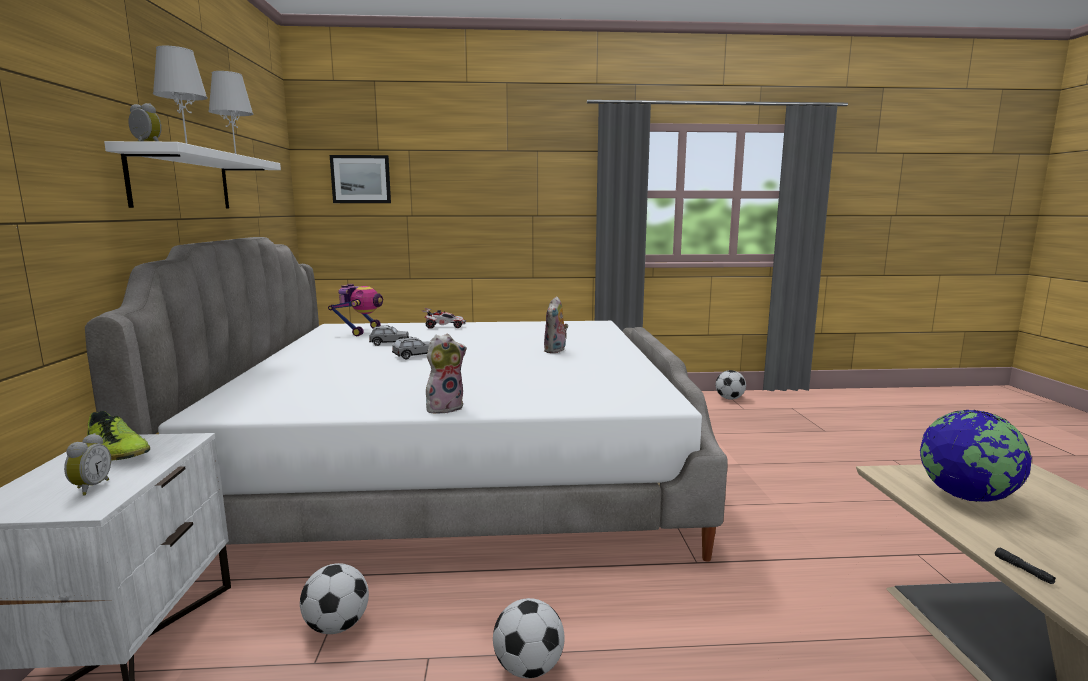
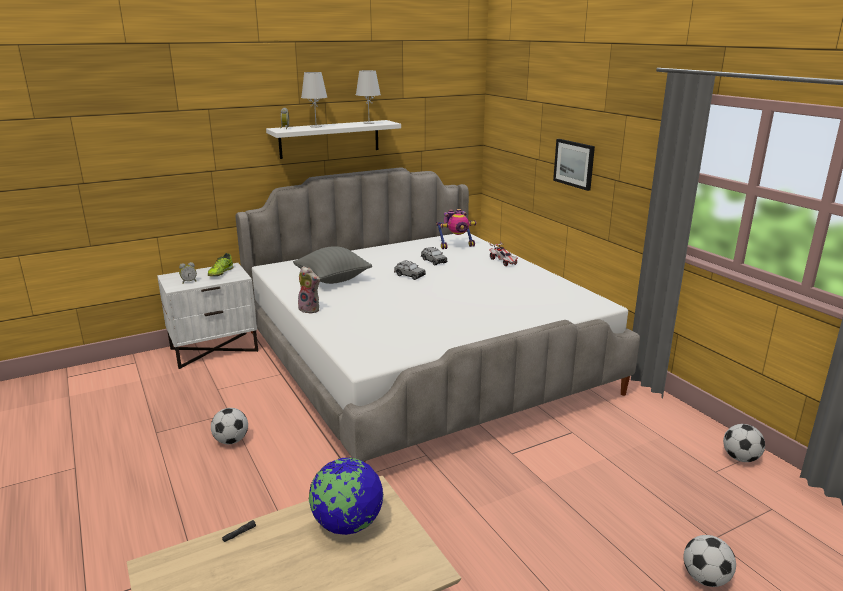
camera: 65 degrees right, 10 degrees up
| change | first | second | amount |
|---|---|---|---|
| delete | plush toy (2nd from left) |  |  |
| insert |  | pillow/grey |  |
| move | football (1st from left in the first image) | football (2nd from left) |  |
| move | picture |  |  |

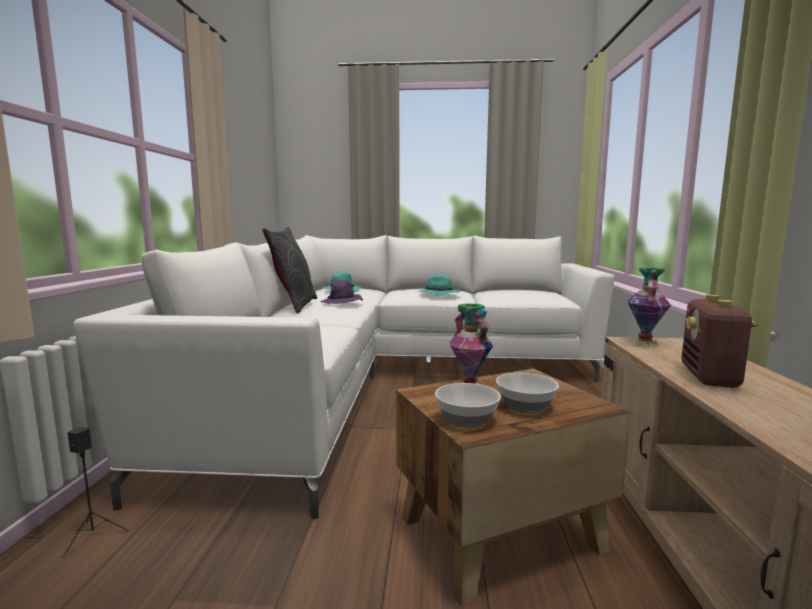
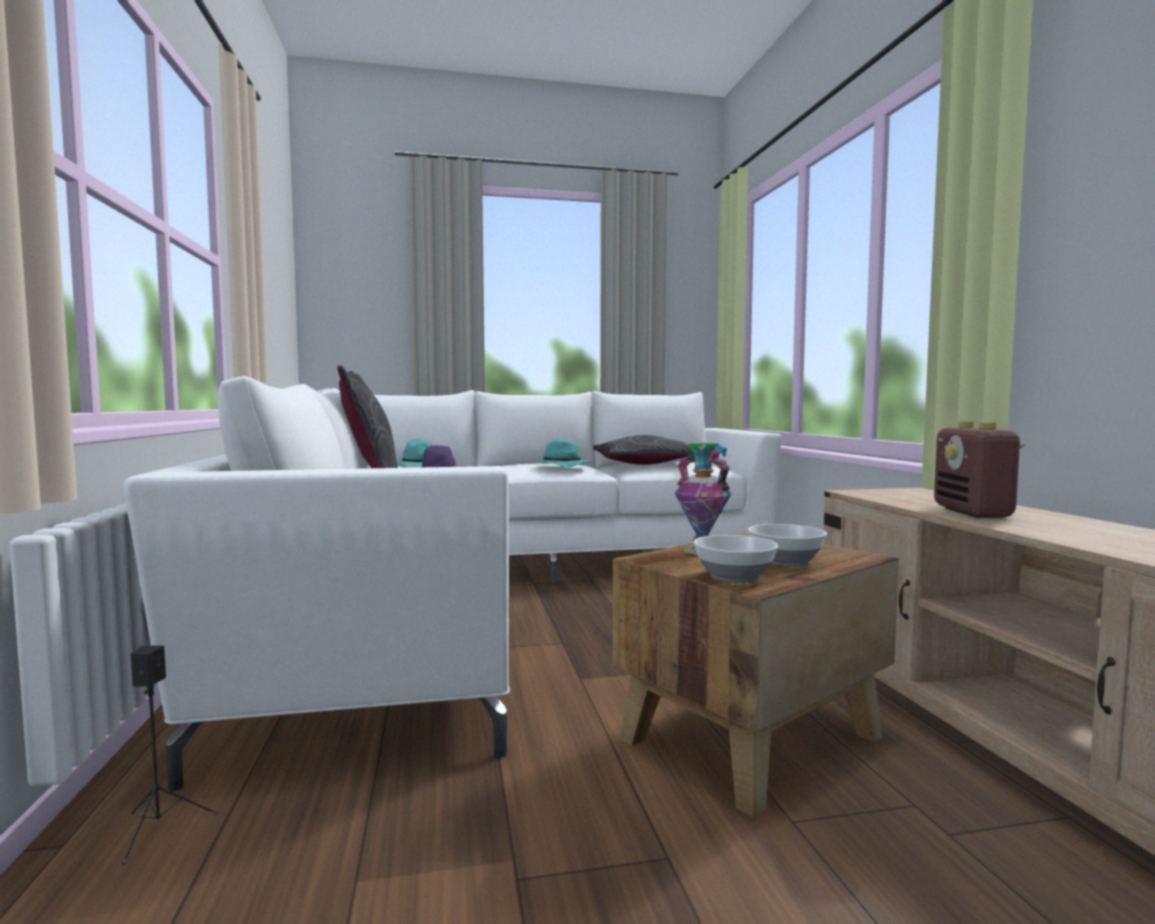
camera: 15 degrees left, 5 degrees down
| change | first | second | amount |
|---|---|---|---|
| delete | vase (2nd from left) |  |  |
| insert |  | pillow/grey (2nd from left) |  |

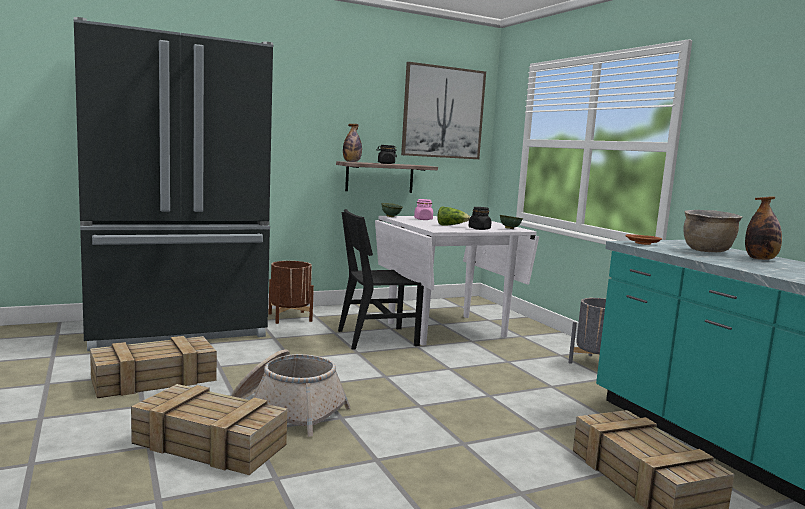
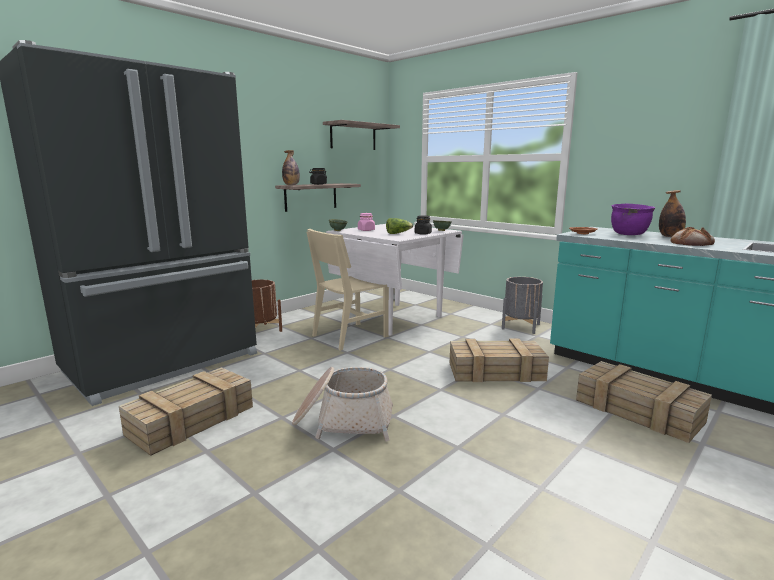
camera: 20 degrees left, 5 degrees up
| change | first | second | amount |
|---|---|---|---|
| insert |  | bread |  |
| move | crate (2nd from left) |  |  |
| replace | picture | shelf (2nd from left) |  |
| recolor | chair/black | chair/beige |  |
| recolor | cooking pot/brown | cooking pot/purple |  |

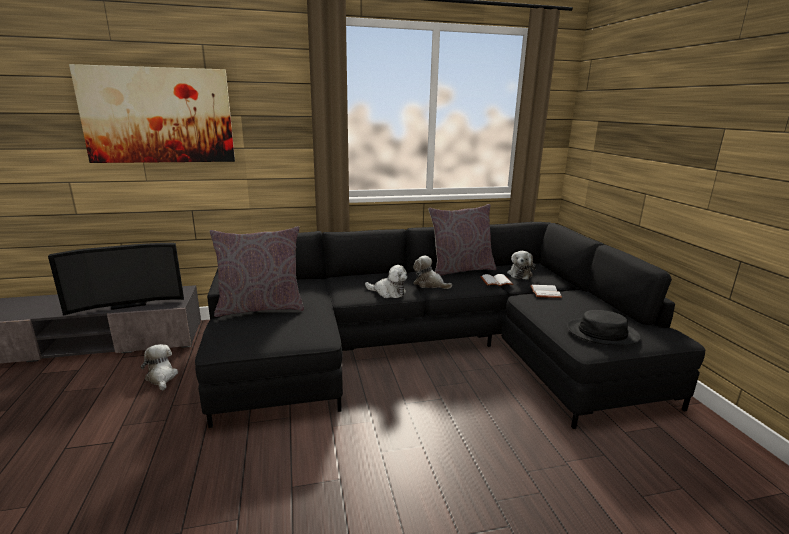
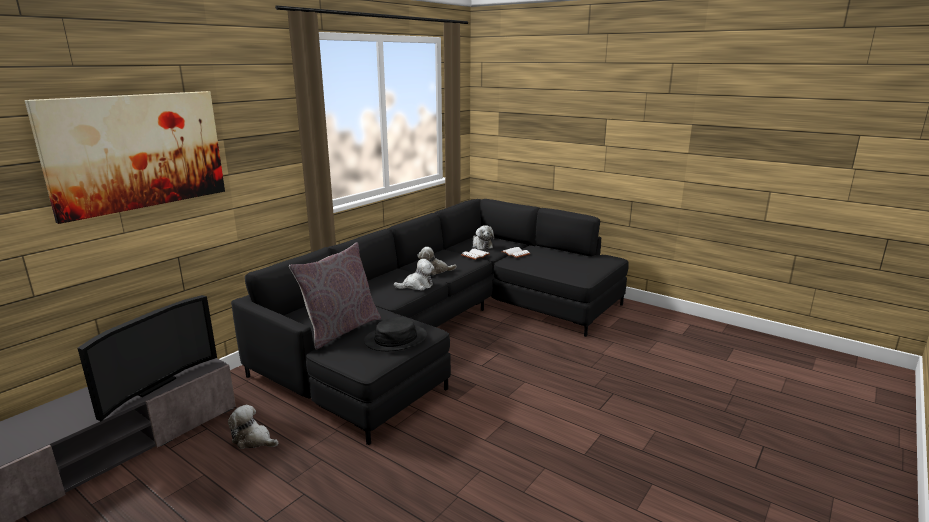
camera: 40 degrees left, 0 degrees up
| change | first | second | amount |
|---|---|---|---|
| delete | pillow/grey (2nd from left) |  |  |
| move | hat/black |  |  |

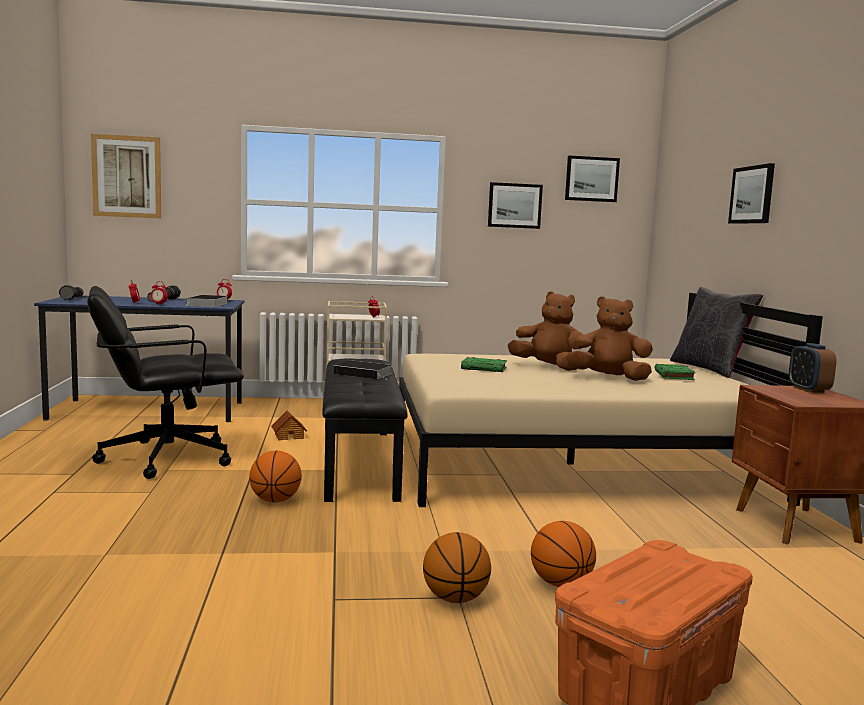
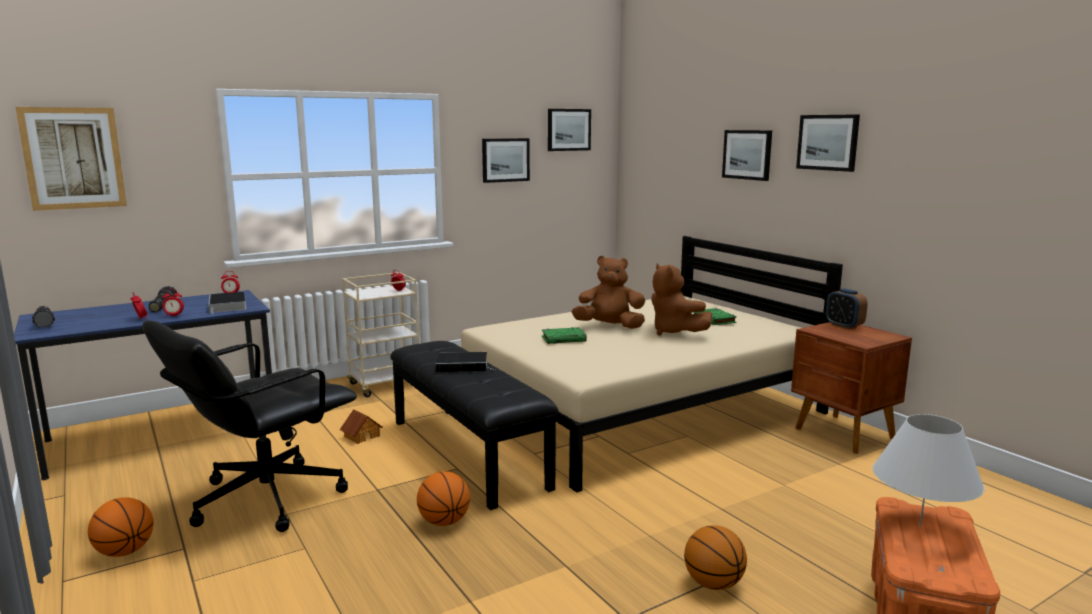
camera: 25 degrees left, 5 degrees up
| change | first | second | amount |
|---|---|---|---|
| delete | pillow/black |  |  |
| insert |  | picture (5th from left) |  |
| insert |  | table lamp/white |  |
| move | basketball (3rd from left in the first image) | basketball (1st from left) |  |
| rotate | plush toy/brown (2nd from left) |  | 105 degrees counterclockwise |

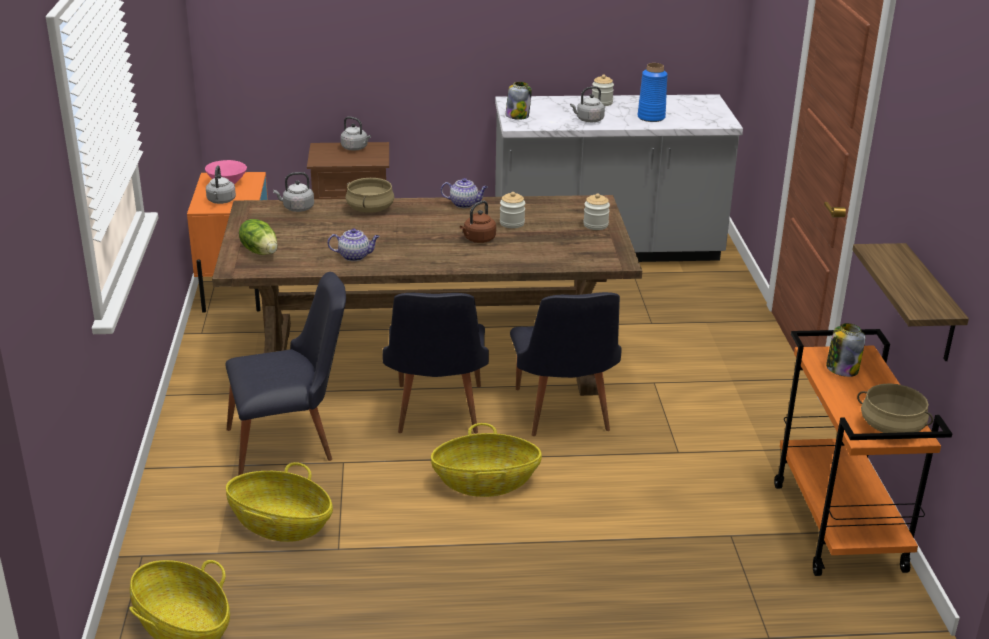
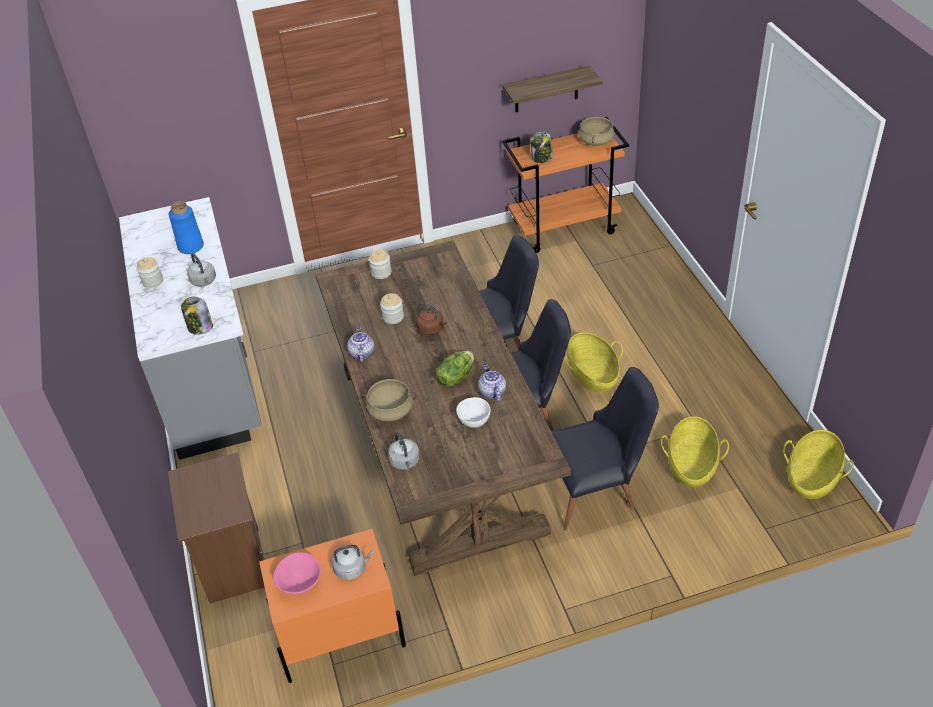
camera: 100 degrees left, 15 degrees up
| change | first | second | amount |
|---|---|---|---|
| delete | kettle/grey (3rd from left) |  |  |
| insert |  | bowl/white |  |
| move | lettuce |  |  |
| rotate | chair/black (1st from left in the first image) | chair/black (3rd from left) | 105 degrees clockwise |

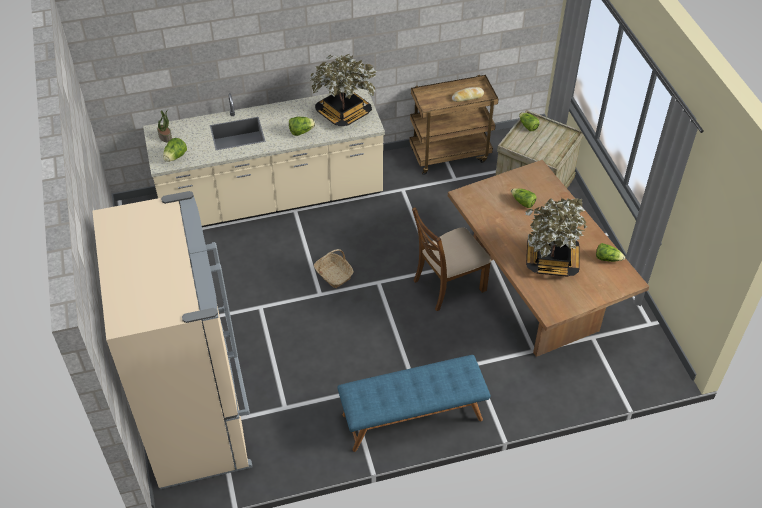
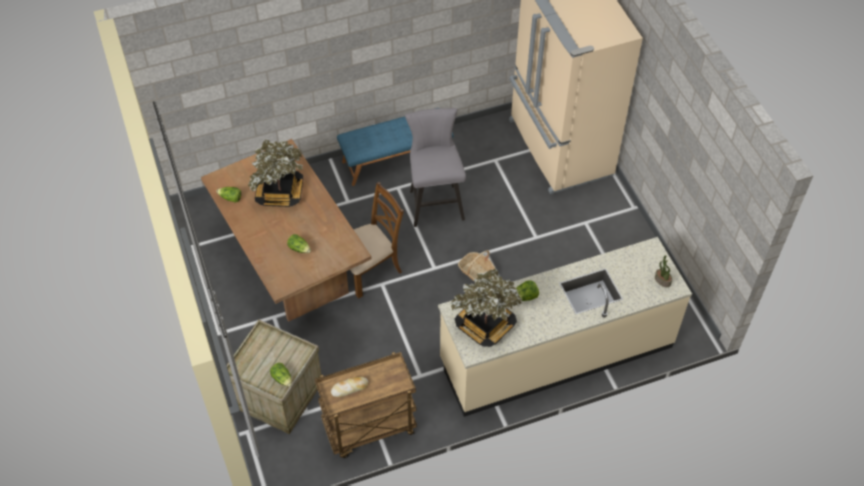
camera: 175 degrees right, 5 degrees up
| change | first | second | amount |
|---|---|---|---|
| delete | lettuce (1st from left) |  |  |
| insert |  | stool/grey |  |

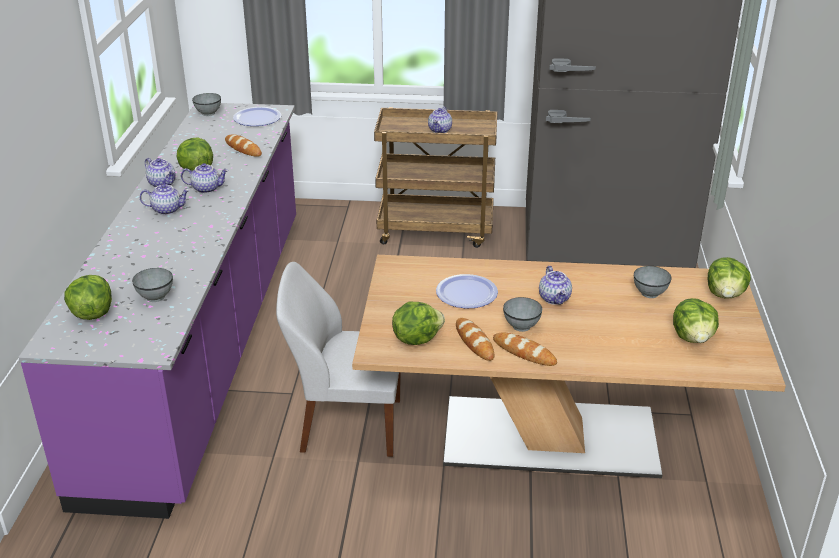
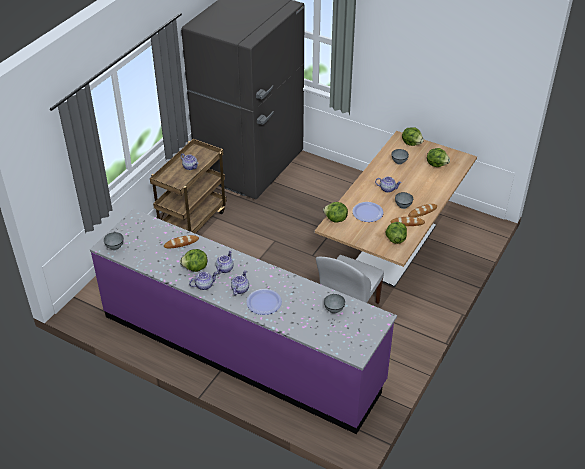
camera: 65 degrees left, 10 degrees up
| change | first | second | amount |
|---|---|---|---|
| move | lettuce (1st from left in the first image) | lettuce (2nd from left) |  |
| move | plate (1st from left) |  |  |

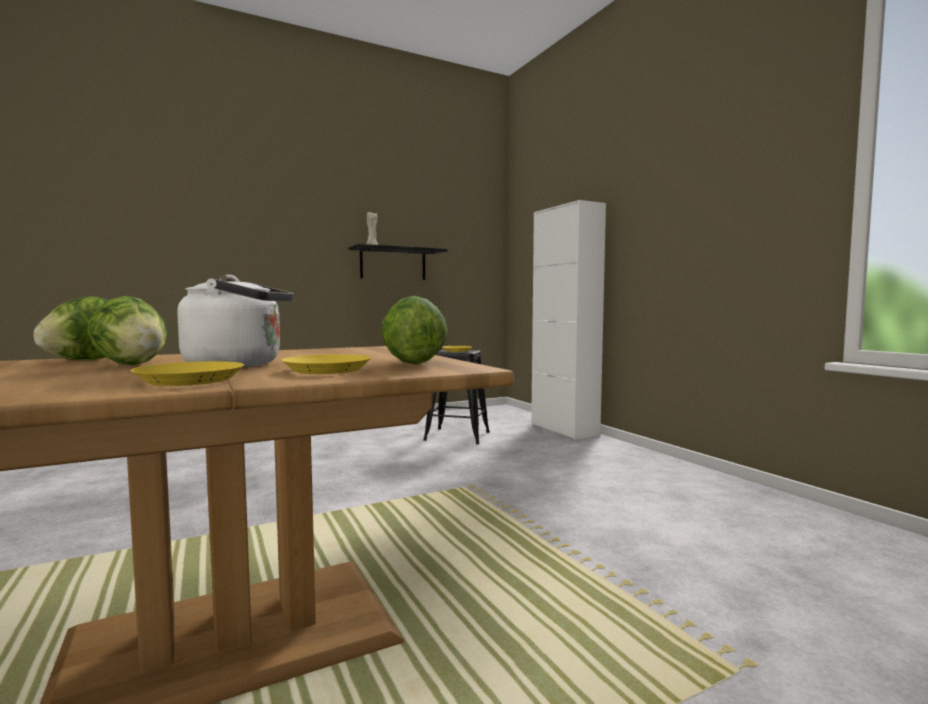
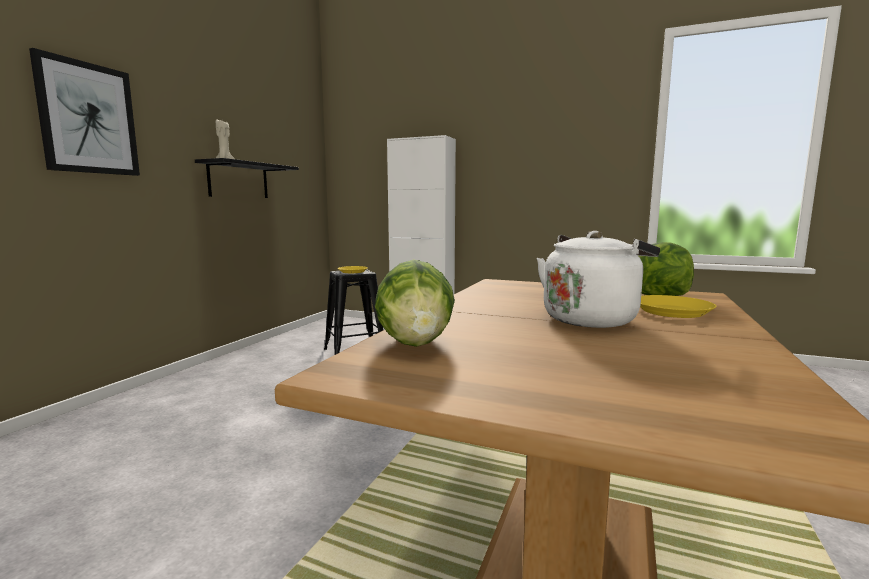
camera: 40 degrees left, 5 degrees up
| change | first | second | amount |
|---|---|---|---|
| delete | lettuce (2nd from left) |  |  |
| delete | plate/yellow (1st from left) |  |  |
| insert |  | picture |  |

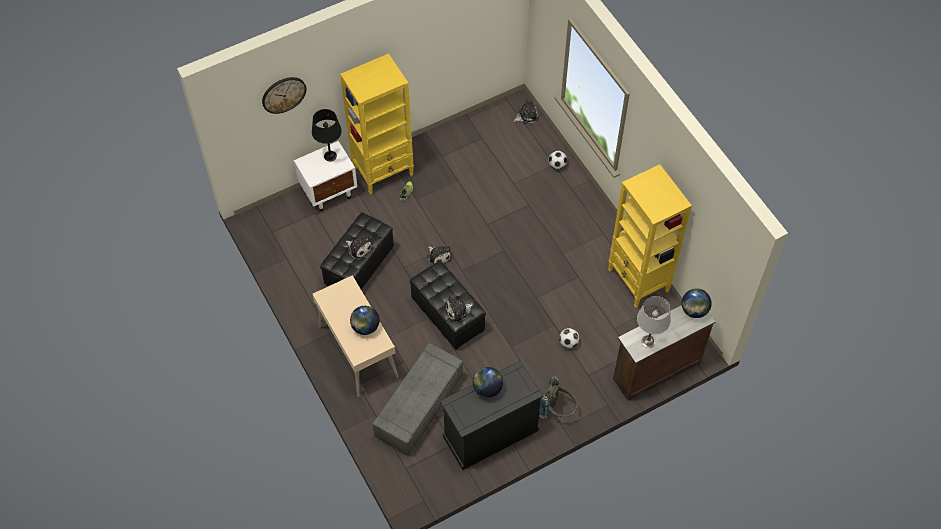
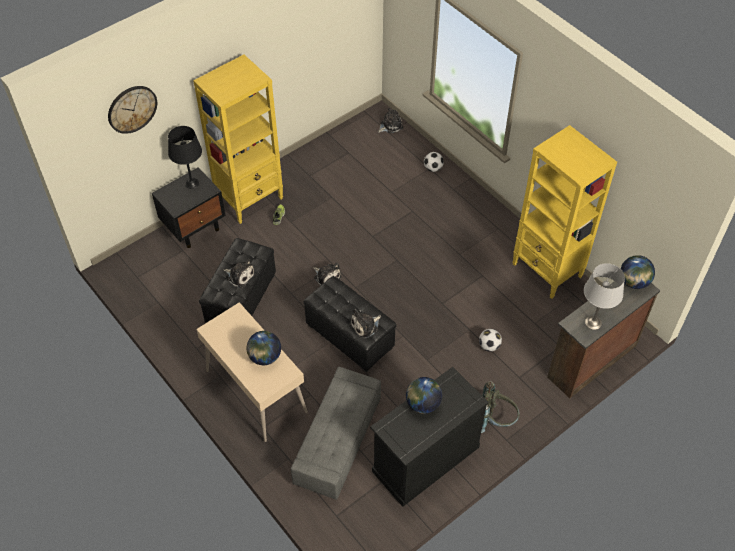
camera: 10 degrees left, 5 degrees down
| change | first | second | amount |
|---|---|---|---|
| recolor | nightstand/white | nightstand/black |  |

